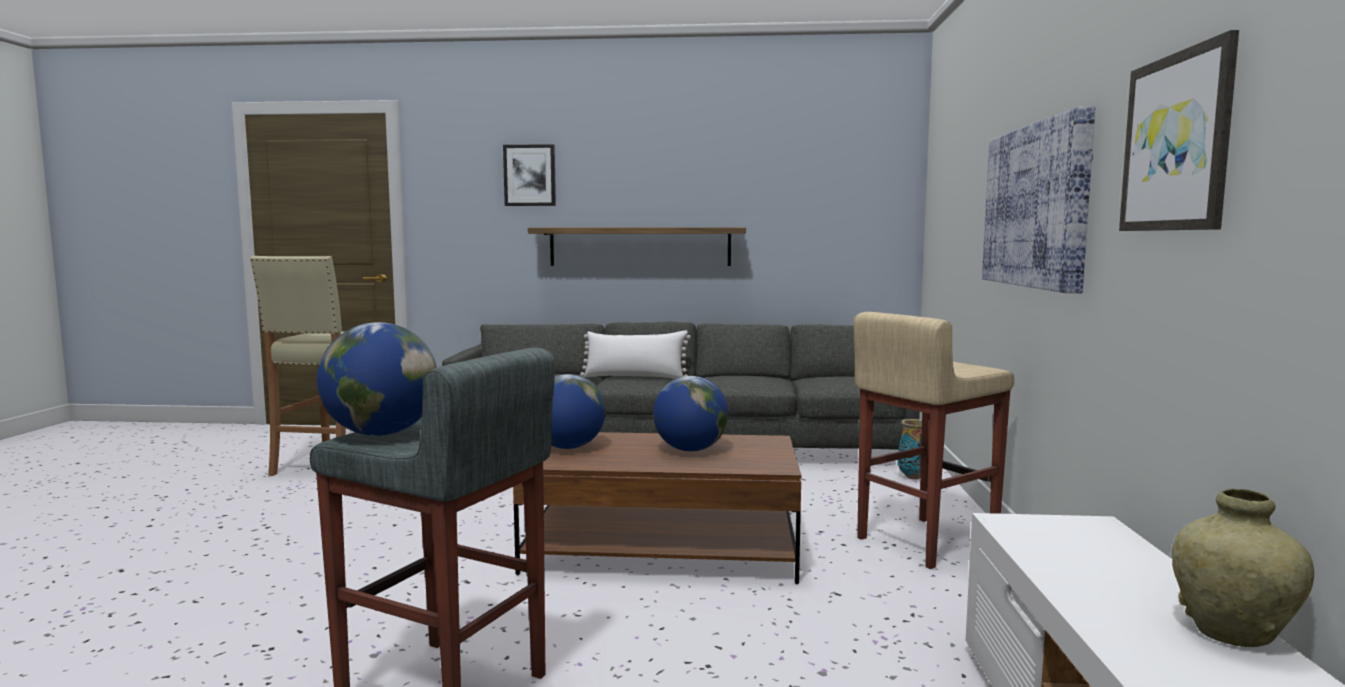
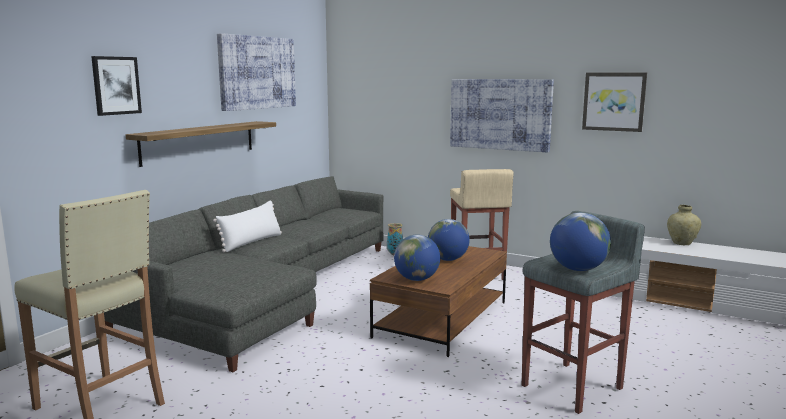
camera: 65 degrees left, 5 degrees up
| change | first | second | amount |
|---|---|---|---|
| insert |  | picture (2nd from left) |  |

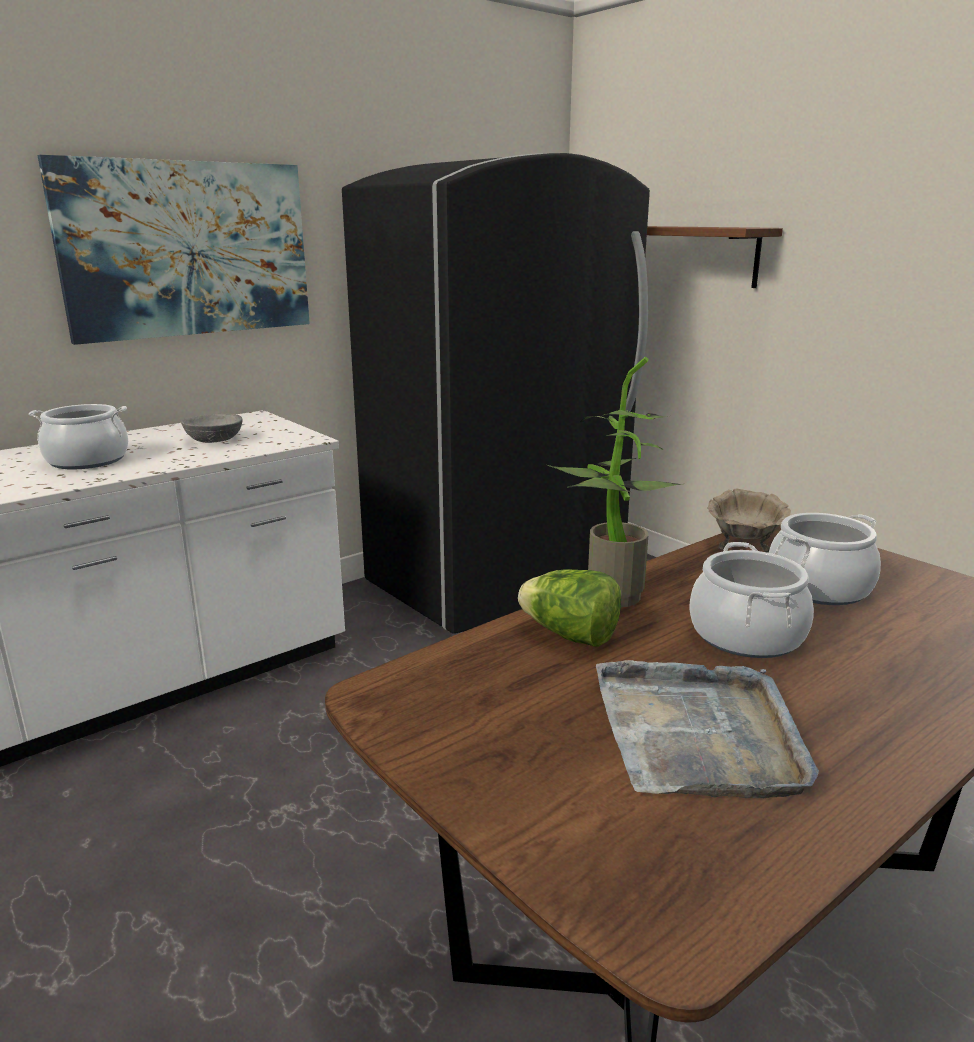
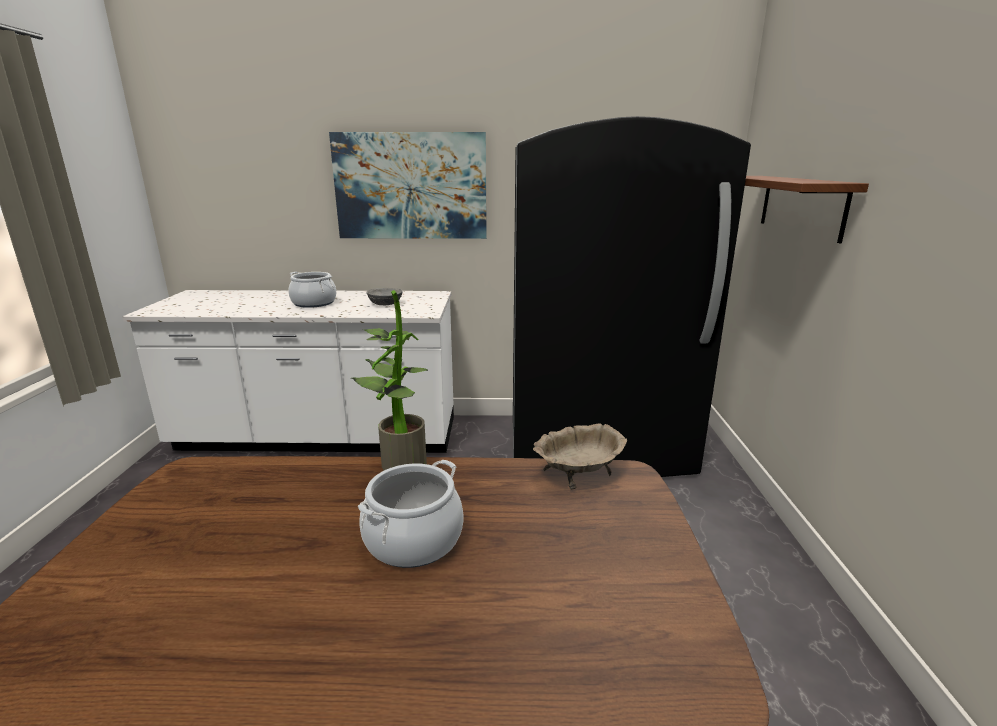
camera: 40 degrees right, 0 degrees up
| change | first | second | amount |
|---|---|---|---|
| delete | lettuce |  |  |
| delete | tray/grey |  |  |
| delete | cooking pot (3rd from left) |  |  |

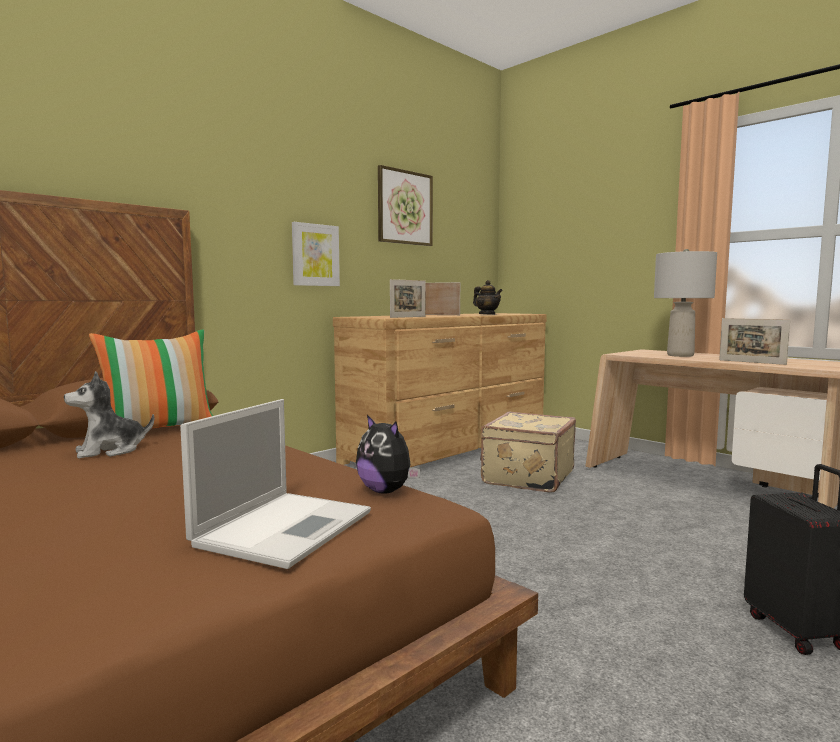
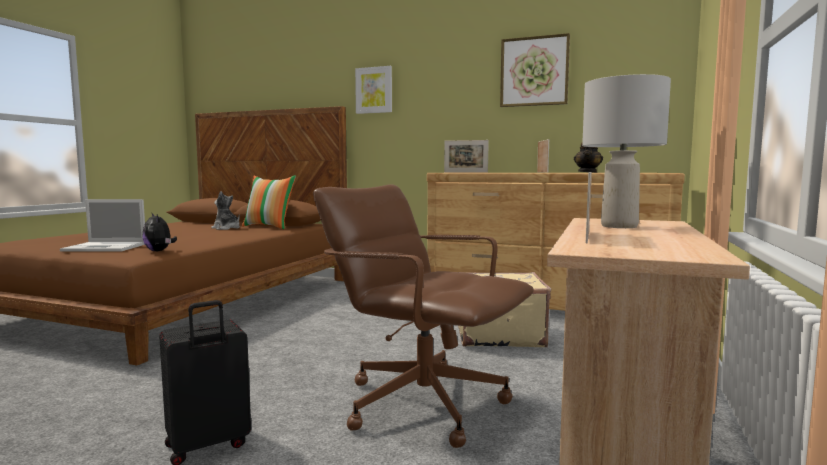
camera: 65 degrees right, 0 degrees up
| change | first | second | amount |
|---|---|---|---|
| insert |  | office chair/brown |  |
| move | picture (1st from left) |  |  |
| rotate | plush toy (2nd from left in the first image) | plush toy (1st from left) | 60 degrees counterclockwise |

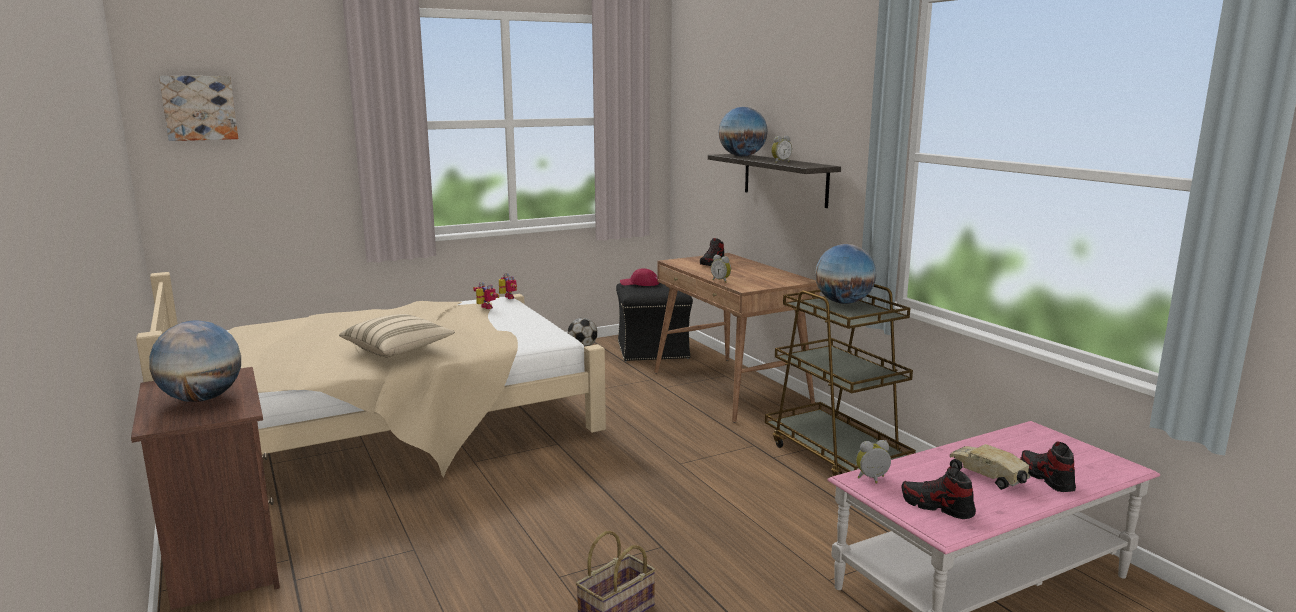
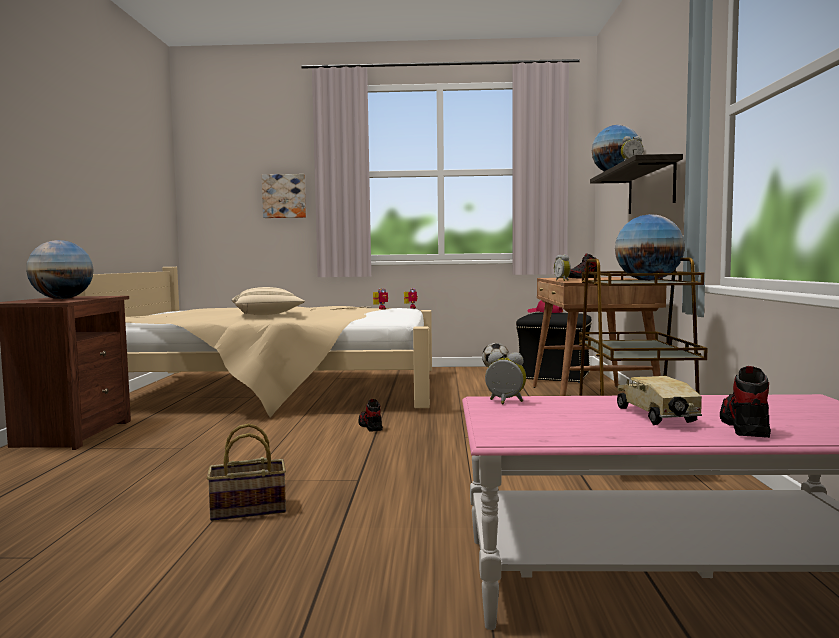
camera: 30 degrees right, 10 degrees down
| change | first | second | amount |
|---|---|---|---|
| move | picture |  |  |
| move | shoe (2nd from left in the first image) | shoe (1st from left) |  |

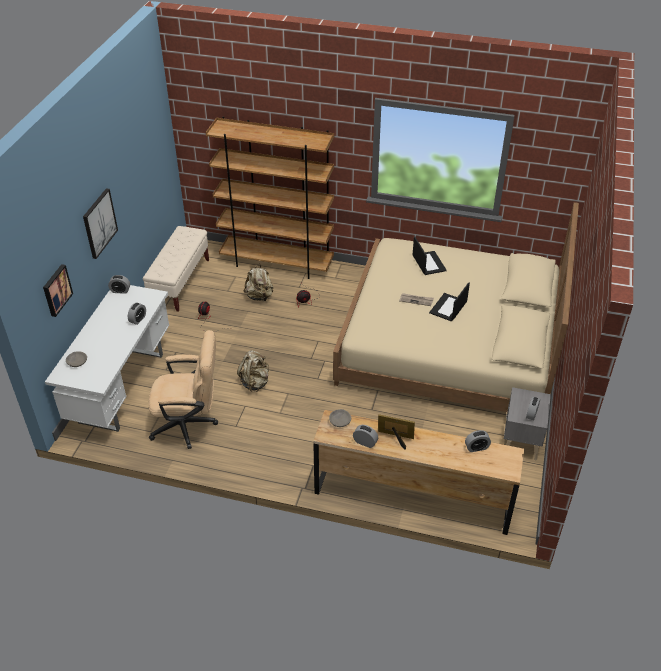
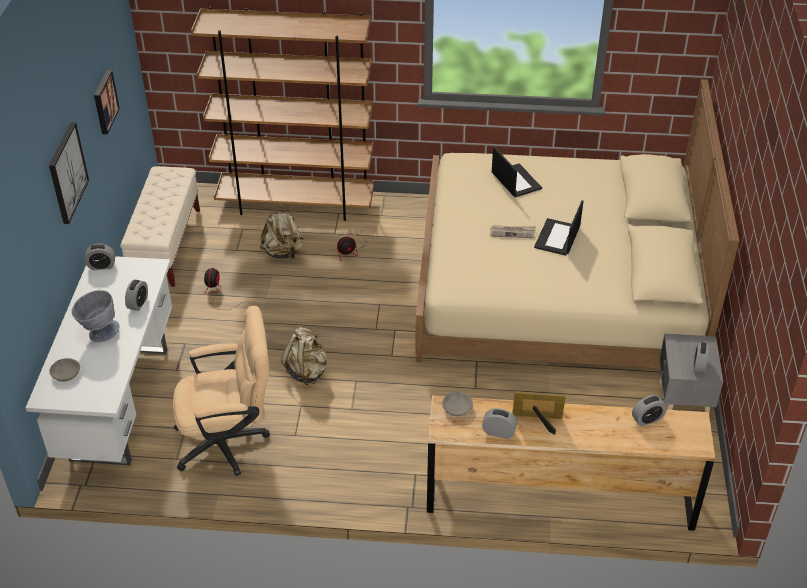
camera: 10 degrees left, 0 degrees up
| change | first | second | amount |
|---|---|---|---|
| insert |  | bowl/grey (2nd from left) |  |
| move | picture (1st from left in the first image) | picture (2nd from left) |  |

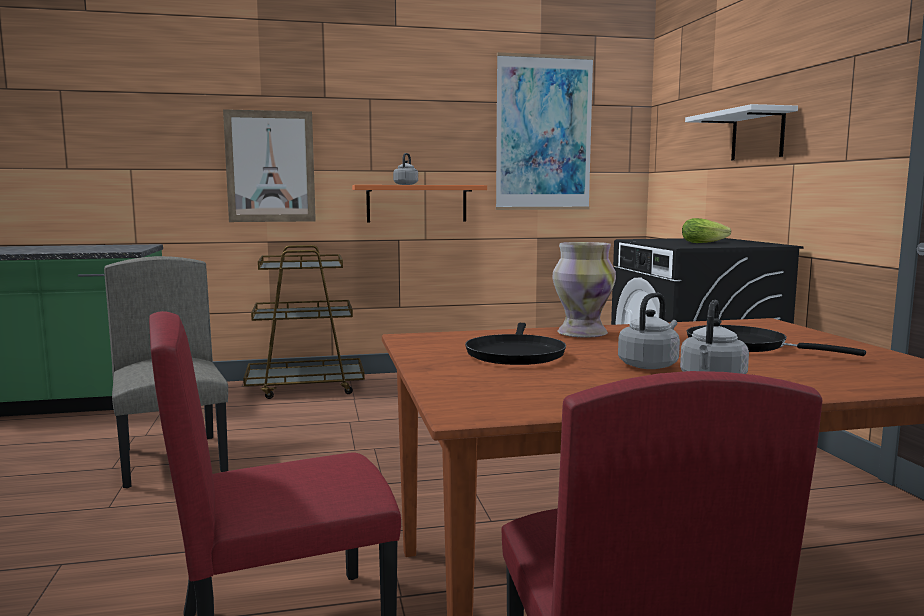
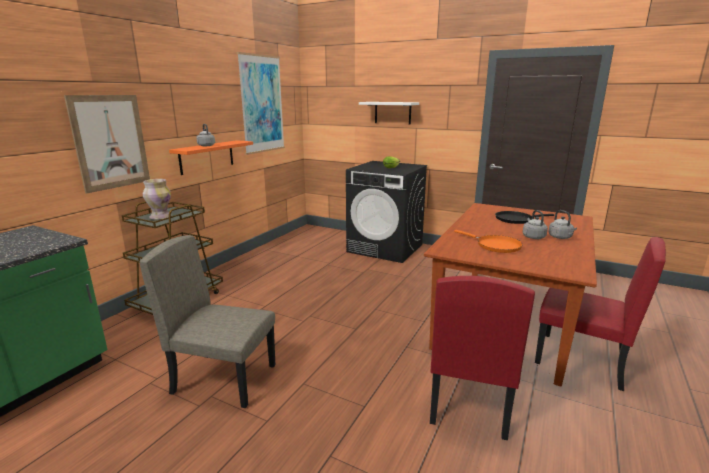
camera: 50 degrees left, 10 degrees up
| change | first | second | amount |
|---|---|---|---|
| move | vase |  |  |
| recolor | frying pan/black (1st from left) | frying pan/orange |  |

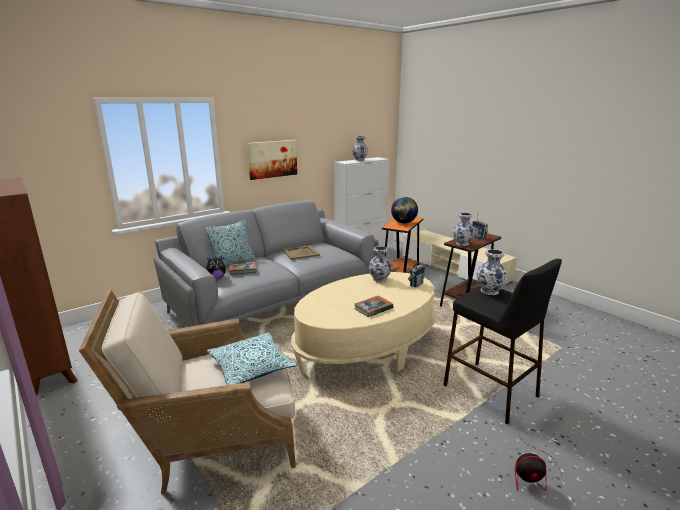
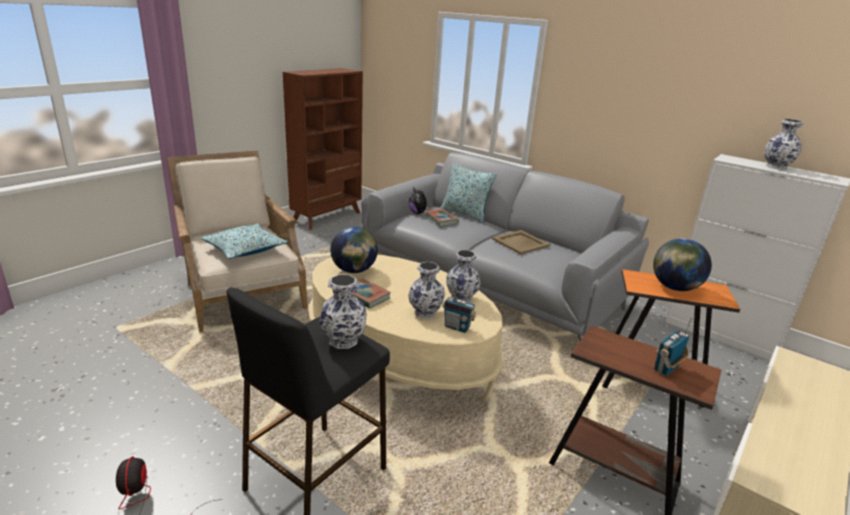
camera: 75 degrees right, 5 degrees up
| change | first | second | amount |
|---|---|---|---|
| delete | picture |  |  |
| insert |  | globe (1st from left) |  |
| move | vase (3rd from left in the first image) | vase (2nd from left) |  |

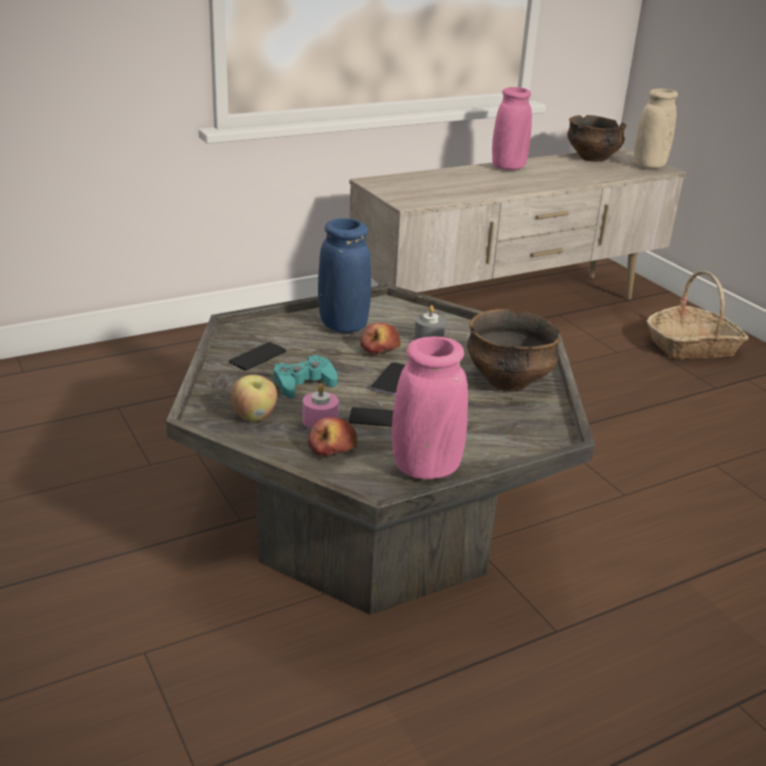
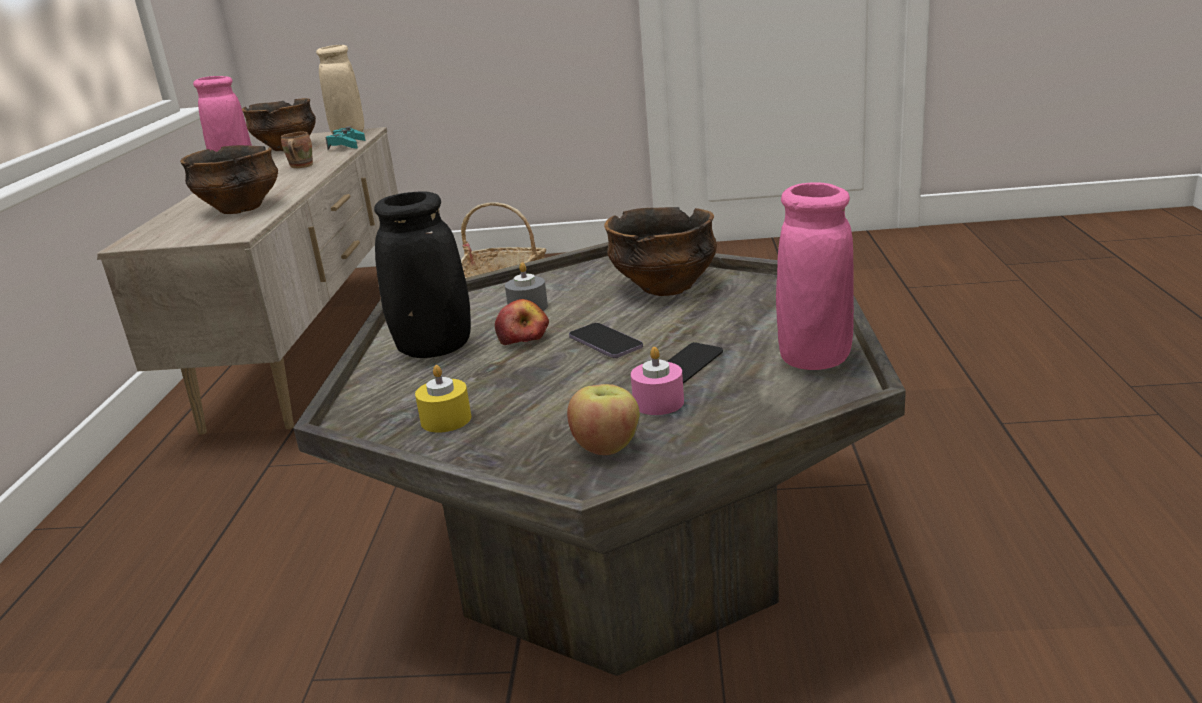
camera: 55 degrees left, 5 degrees down
| change | first | second | amount |
|---|---|---|---|
| delete | apple (2nd from left) |  |  |
| insert |  | bowl (1st from left) |  |
| insert |  | mug/brown |  |
| move | game controller/turquoise |  |  |
| replace | phone (1st from left) | candle/yellow |  |
| recolor | vase/blue | vase/black |  |

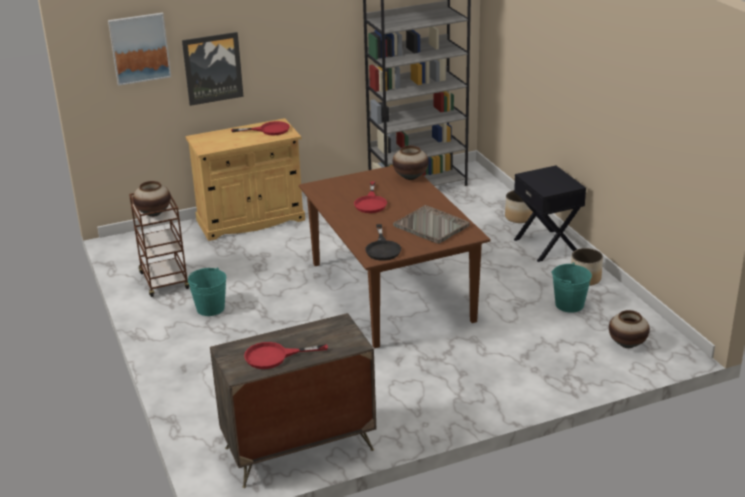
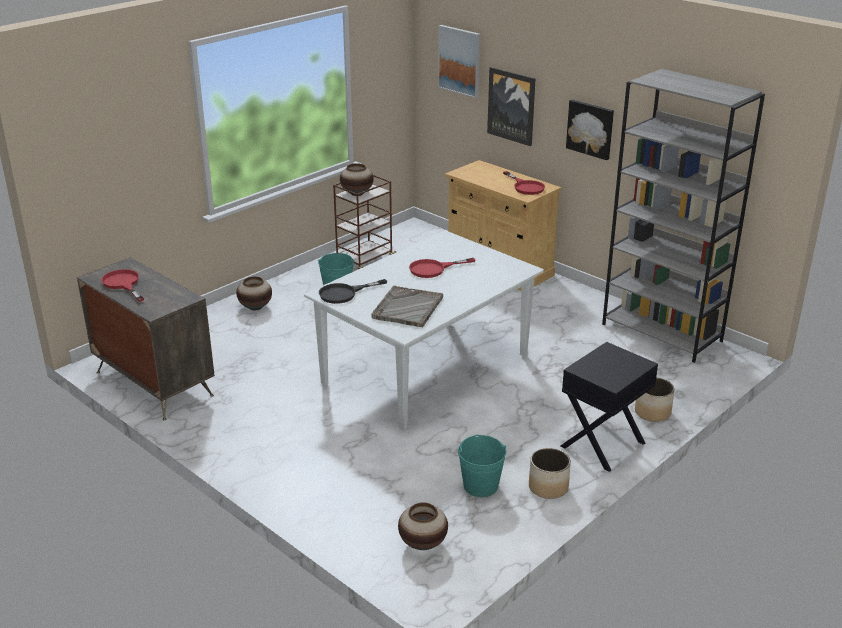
camera: 65 degrees right, 0 degrees up
| change | first | second | amount |
|---|---|---|---|
| insert |  | picture (3rd from left) |  |
| move | vase (2nd from left in the first image) | vase (1st from left) |  |
| recolor | dining table/brown | dining table/white |  |

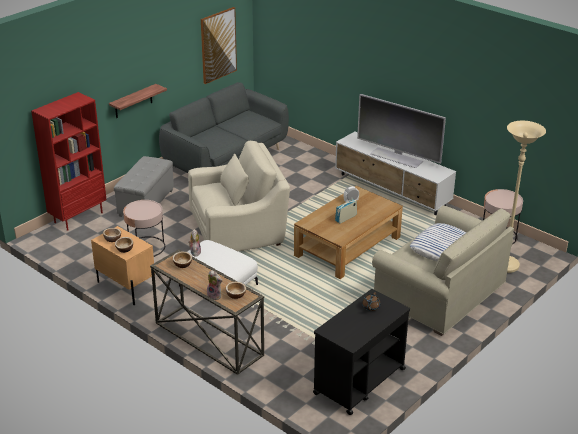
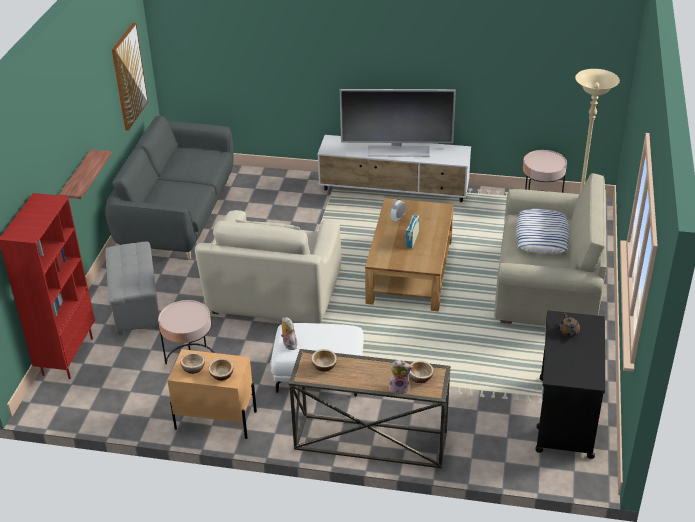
camera: 30 degrees left, 5 degrees up
| change | first | second | amount |
|---|---|---|---|
| rotate | armchair/beige |  | 150 degrees clockwise |

